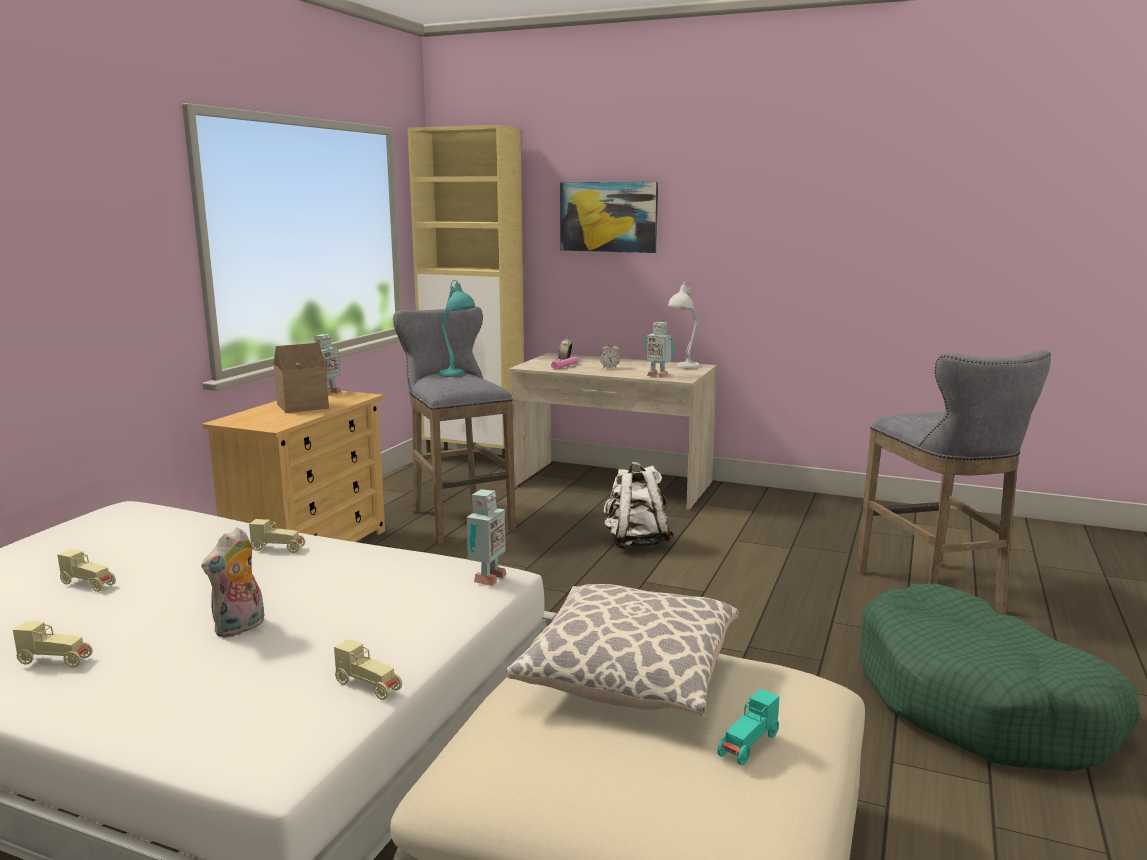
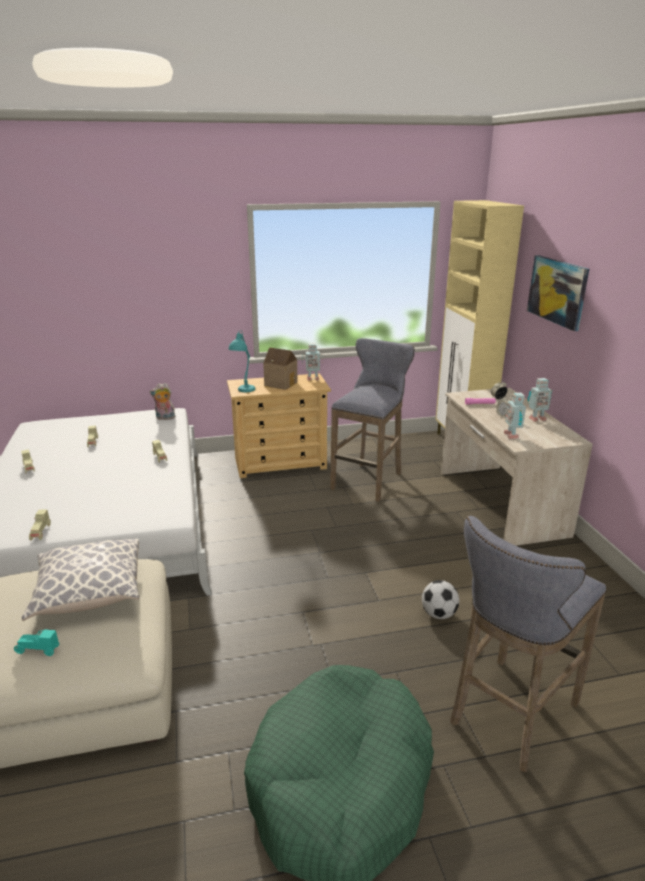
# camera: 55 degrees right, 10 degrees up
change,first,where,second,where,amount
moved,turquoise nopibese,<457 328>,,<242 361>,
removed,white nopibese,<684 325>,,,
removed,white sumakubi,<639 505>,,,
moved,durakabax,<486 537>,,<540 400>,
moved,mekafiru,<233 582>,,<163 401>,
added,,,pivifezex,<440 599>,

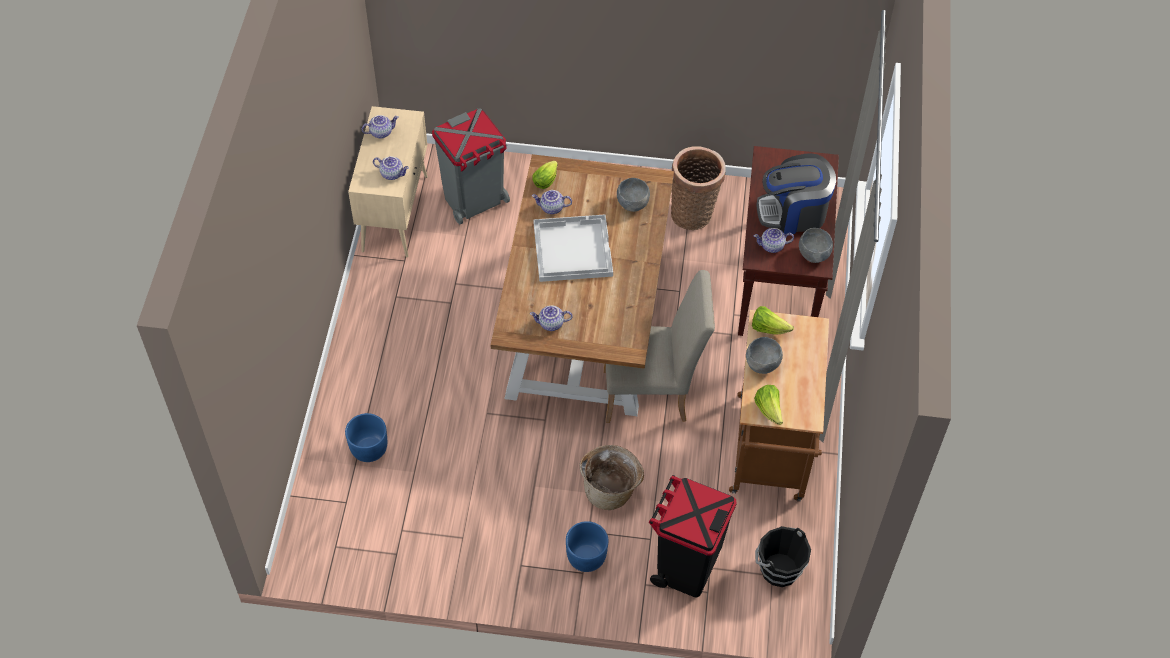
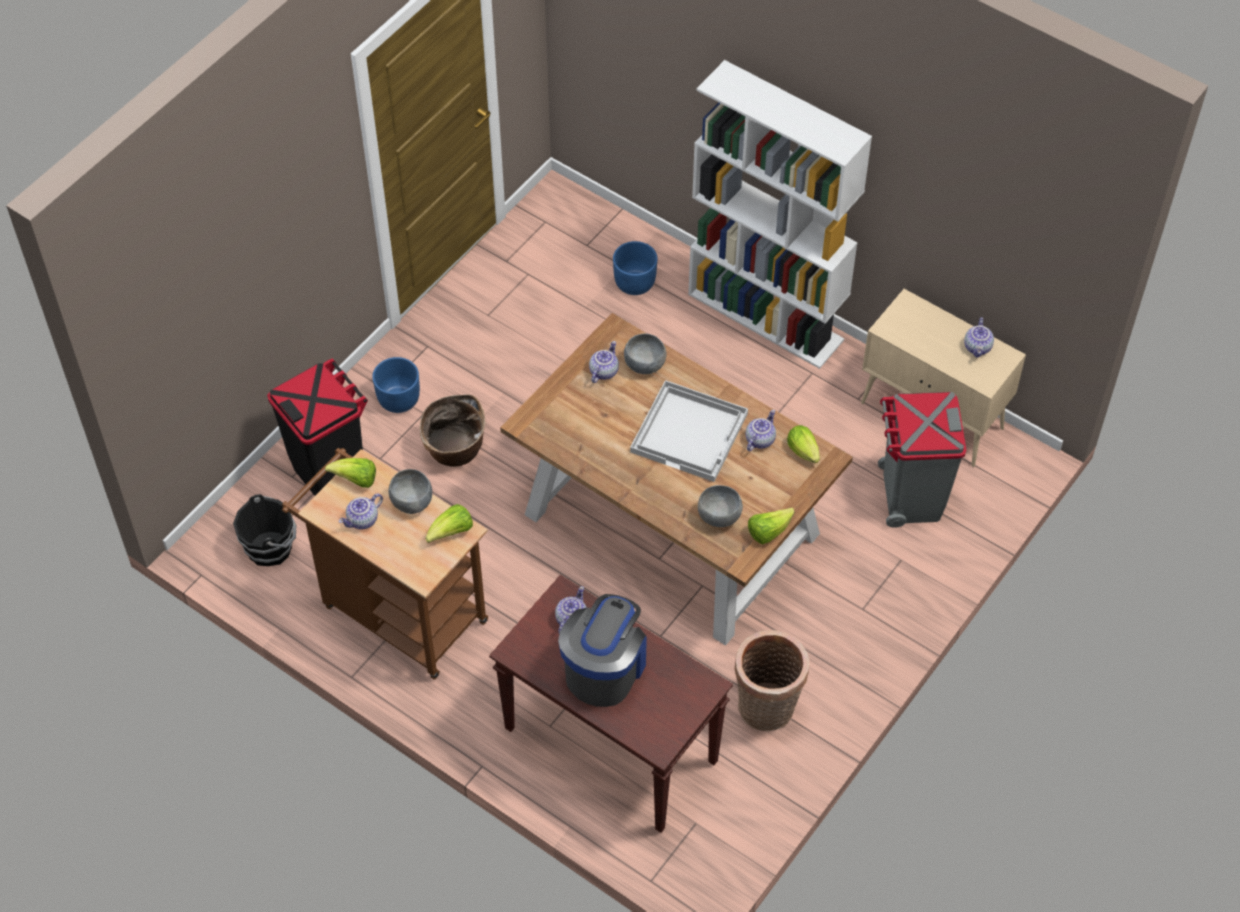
# camera: 120 degrees right, 0 degrees up
change,first,where,second,where,amount
moved,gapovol,<391 168>,,<361 511>,
moved,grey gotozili,<816 245>,,<645 353>,
removed,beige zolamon,<659 346>,,,
added,,,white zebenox,<780 214>,
added,,,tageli,<771 526>,

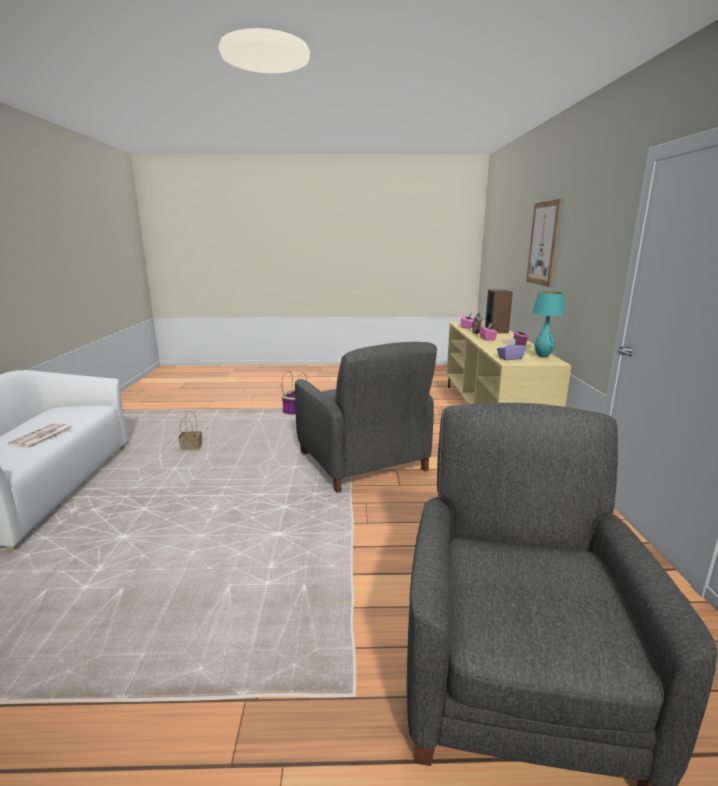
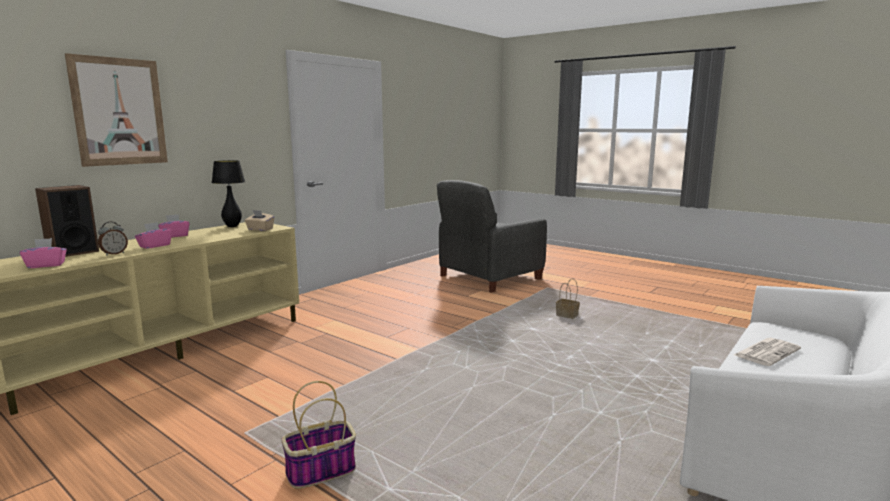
# camera: 140 degrees left, 5 degrees down
change,first,where,second,where,amount
recoloured,turquoise nopibese,<548 324>,black nopibese,<228 193>,
recoloured,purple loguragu,<511 349>,beige loguragu,<259 220>,
removed,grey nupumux,<366 417>,,,
moved,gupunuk,<190 430>,,<568 298>,

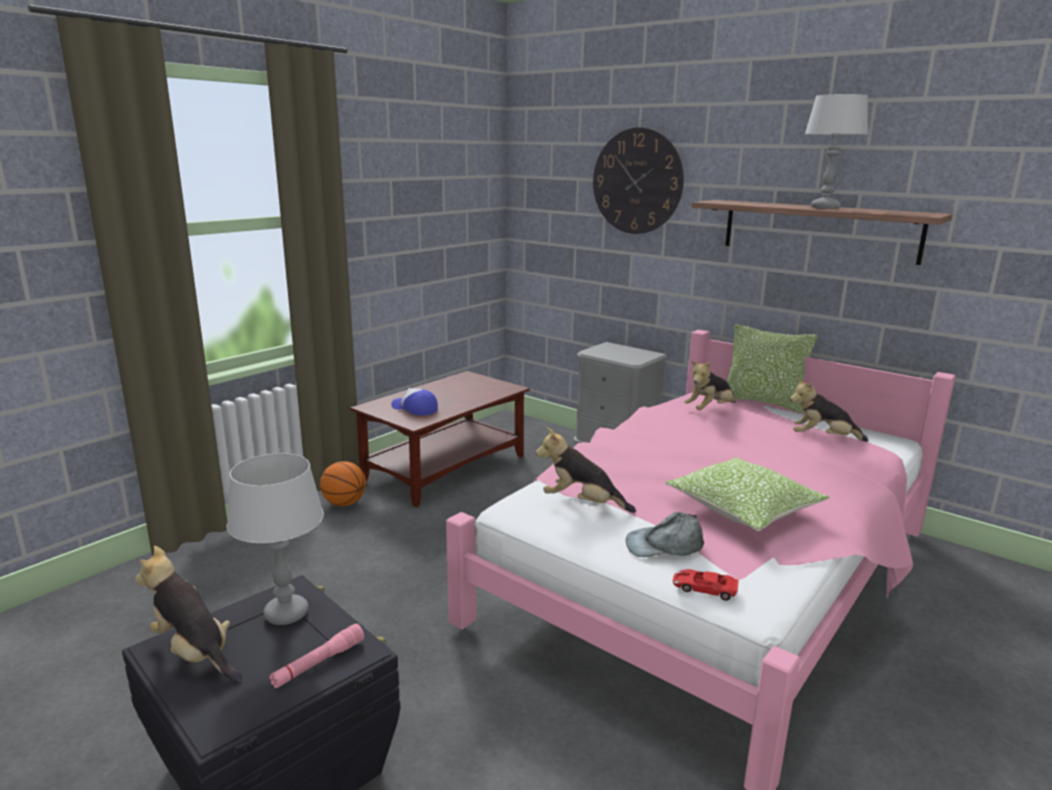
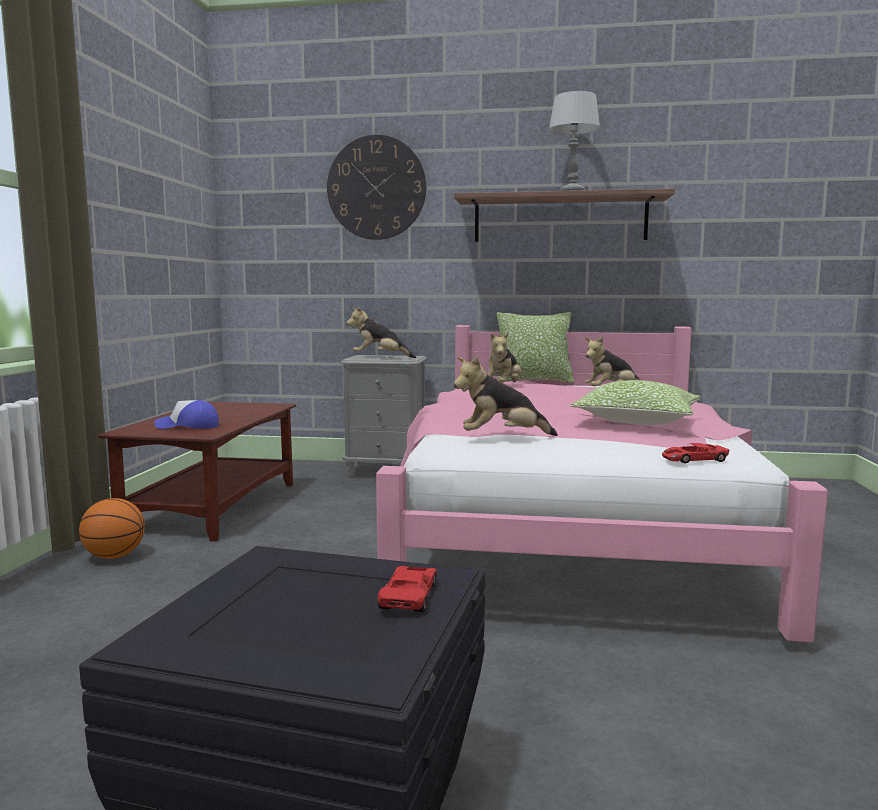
# camera: 30 degrees left, 10 degrees down
change,first,where,second,where,amount
removed,grey nopibese,<275 539>,,,
removed,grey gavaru,<665 534>,,,
moved,mekafiru,<188 614>,,<381 332>,
replaced,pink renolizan,<316 656>,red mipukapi,<407 589>,

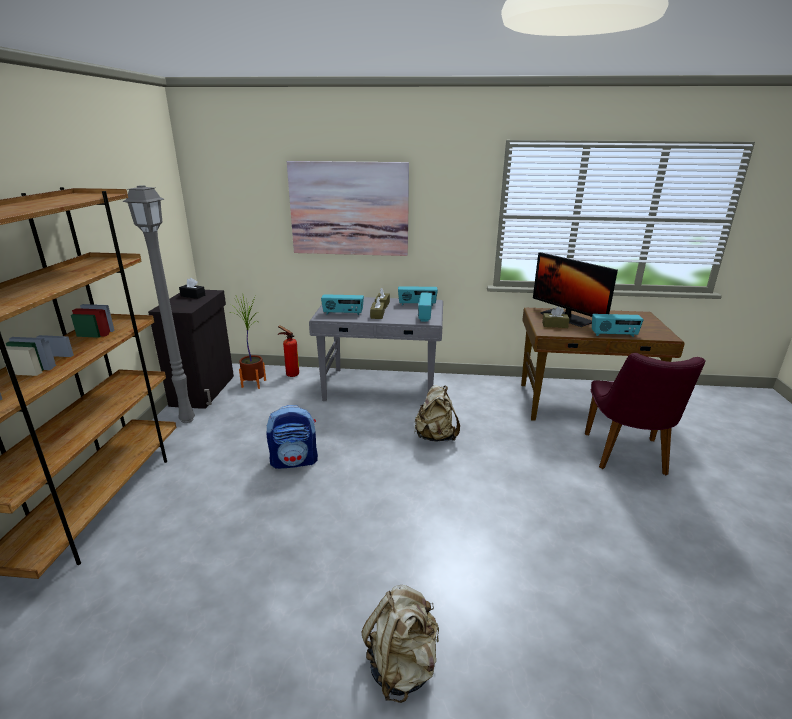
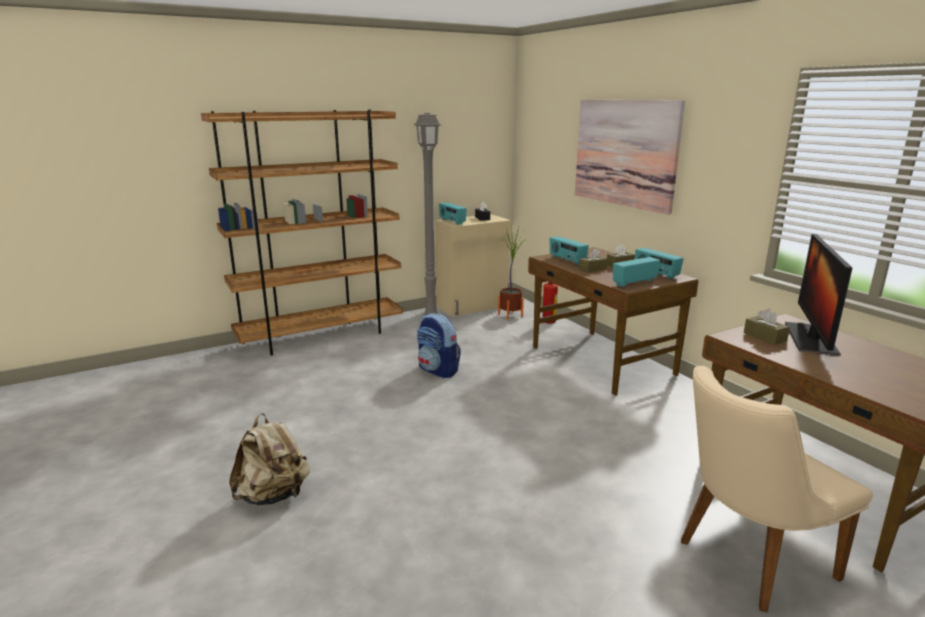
# camera: 55 degrees right, 5 degrees down
change,first,where,second,where,amount
recoloured,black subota,<191 349>,beige subota,<473 265>,
recoloured,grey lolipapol,<376 349>,brown lolipapol,<613 321>,
moved,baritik,<617 325>,,<453 214>,
recoloured,purple zolamon,<645 414>,beige zolamon,<777 489>,
removed,beige sumakubi,<437 413>,,,

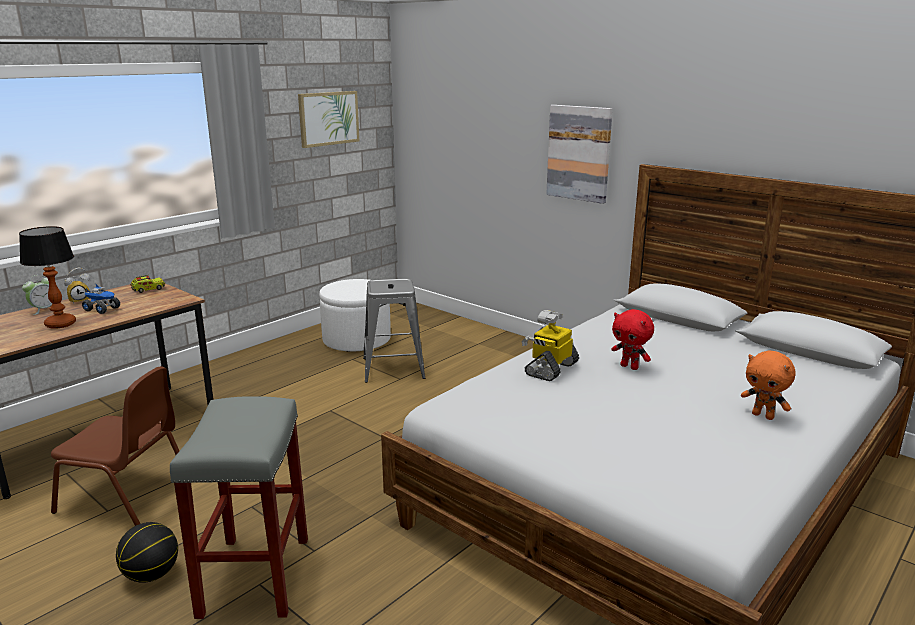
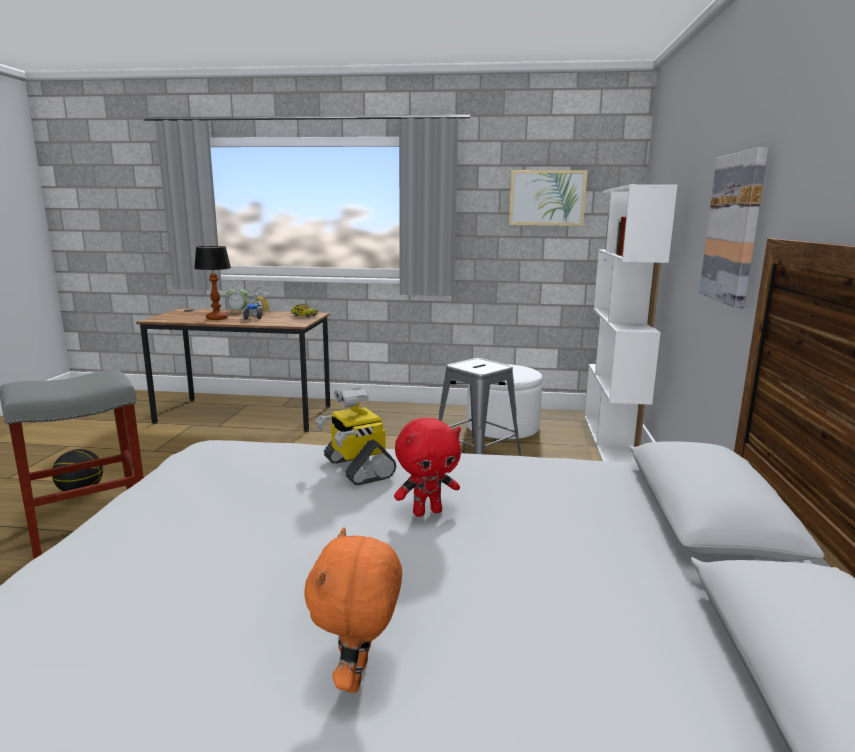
# camera: 55 degrees right, 5 degrees down
change,first,where,second,where,amount
turned,red mekafiru,<632 339>,,<427 467>,120 degrees counterclockwise
turned,durakabax,<550 345>,,<356 436>,120 degrees counterclockwise
removed,brown zolamon,<115 446>,,,
added,,,white zebenox,<631 323>,

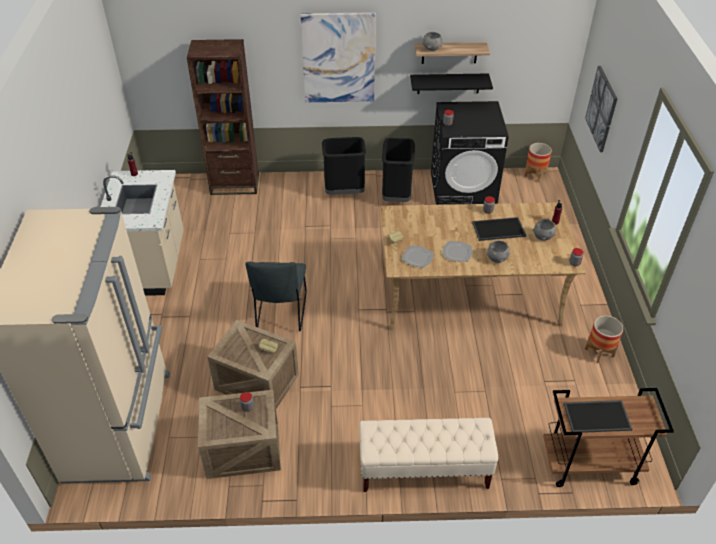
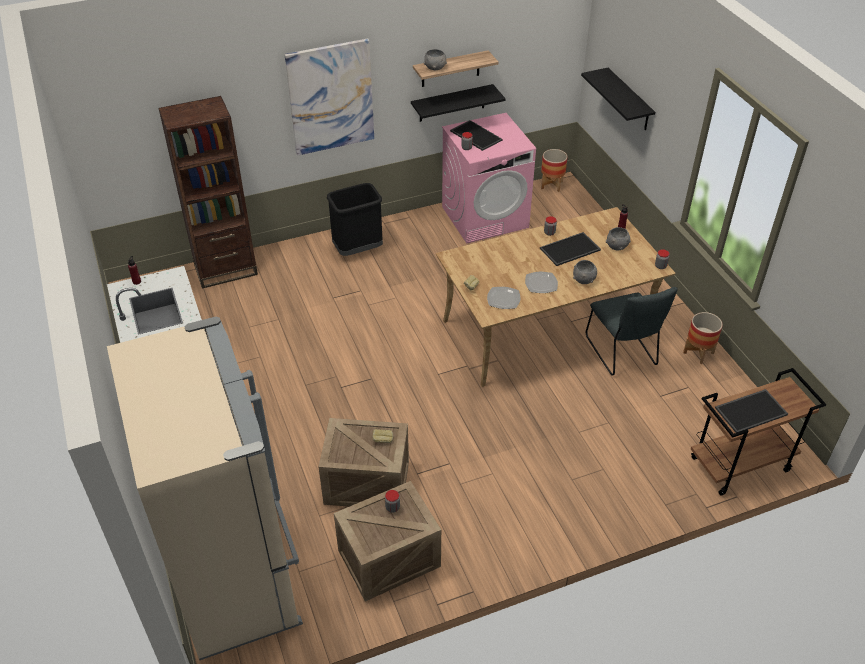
# camera: 20 degrees left, 0 degrees up
change,first,where,second,where,amount
replaced,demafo,<601 109>,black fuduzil,<618 99>,
recoloured,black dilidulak,<470 153>,pink dilidulak,<489 178>,
removed,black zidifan,<398 170>,,,
moved,grey zolamon,<275 296>,,<631 331>,
removed,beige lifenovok,<428 455>,,,
added,,,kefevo,<476 135>,

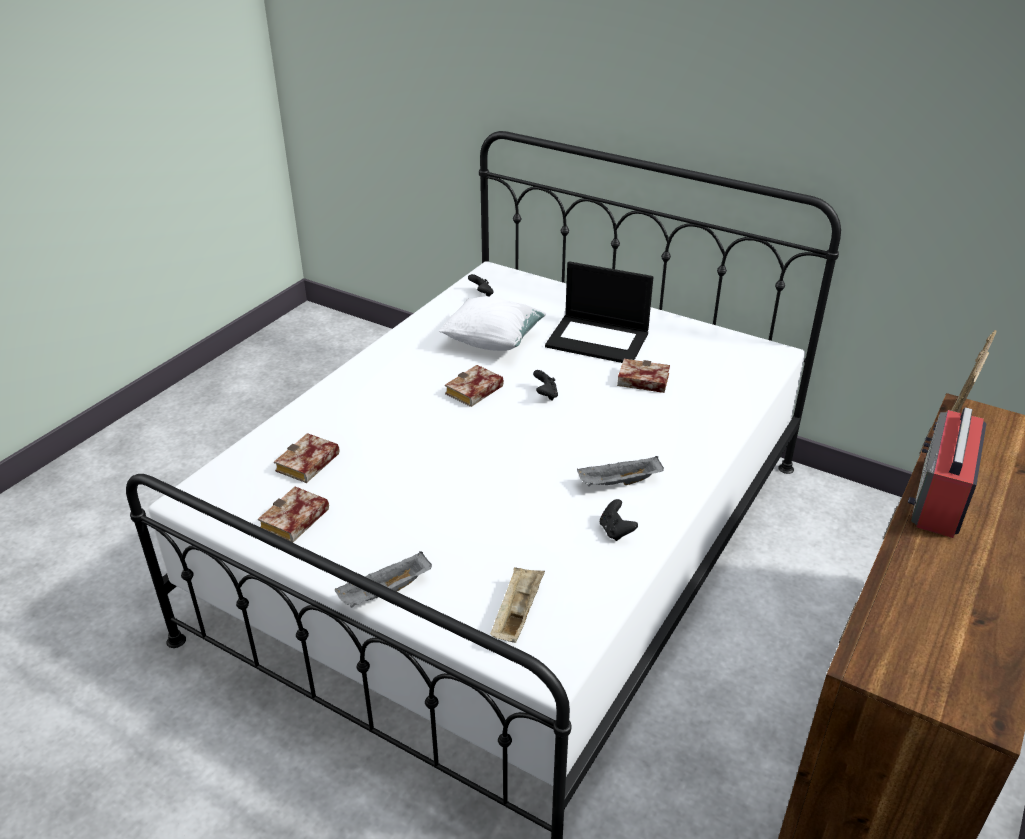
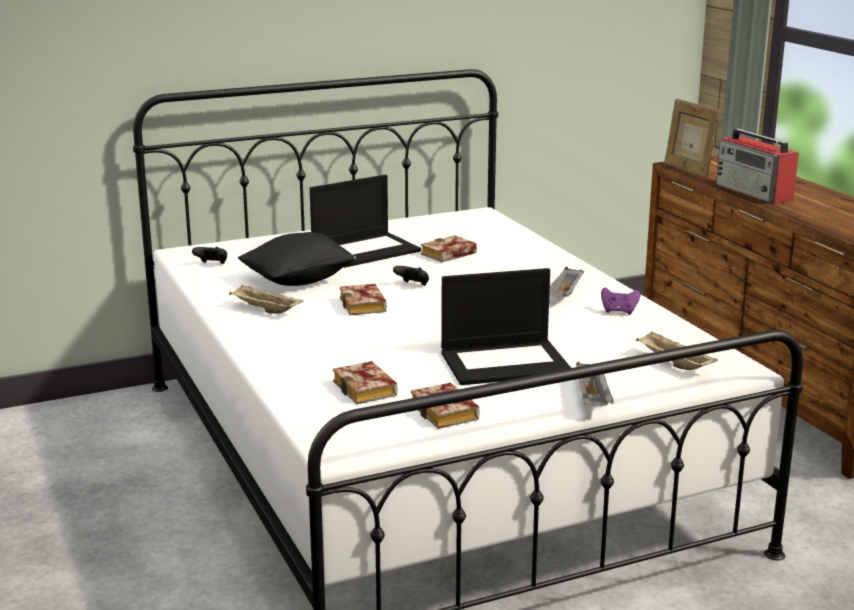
# camera: 55 degrees left, 15 degrees down
change,first,where,second,where,amount
recoloured,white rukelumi,<492 323>,black rukelumi,<297 259>,
recoloured,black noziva,<619 520>,purple noziva,<620 301>,
added,,,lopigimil,<506 326>,
added,,,beige kefevo,<266 299>,

